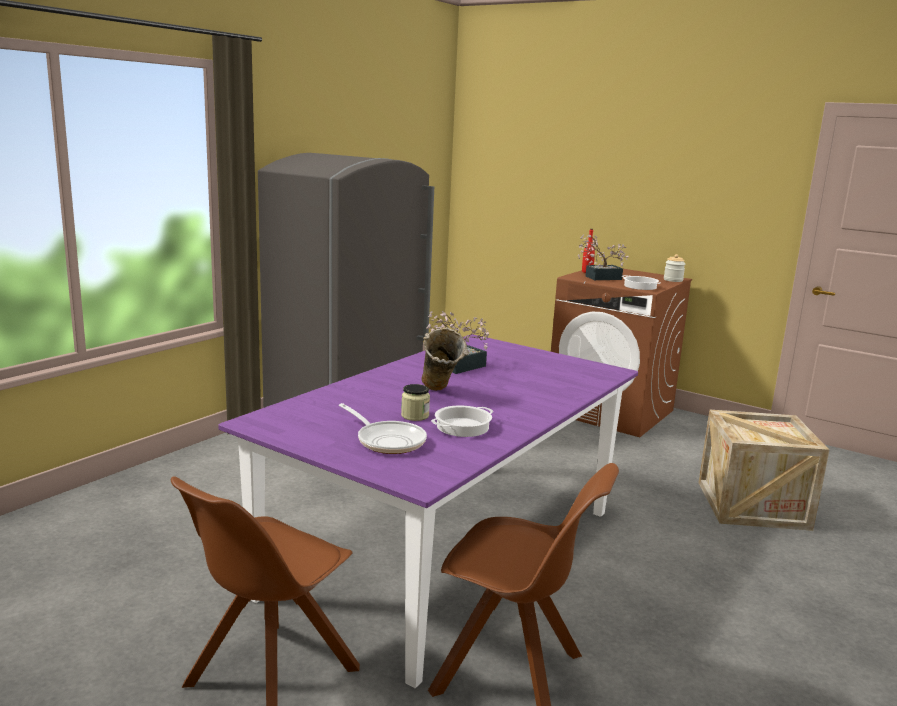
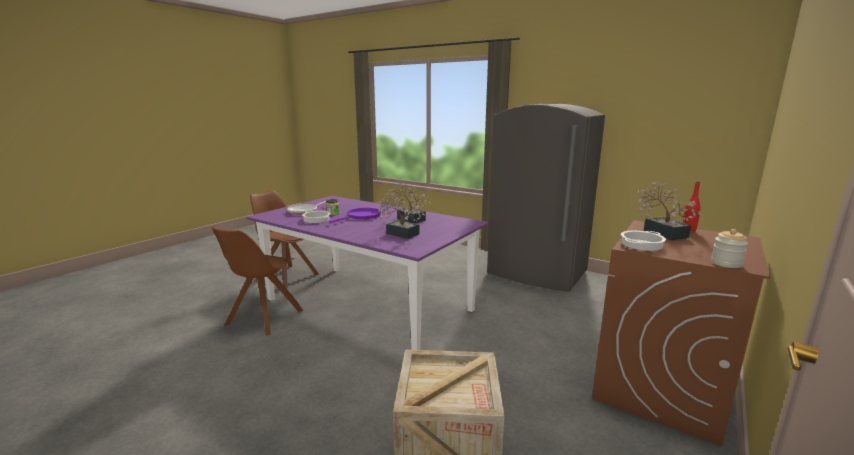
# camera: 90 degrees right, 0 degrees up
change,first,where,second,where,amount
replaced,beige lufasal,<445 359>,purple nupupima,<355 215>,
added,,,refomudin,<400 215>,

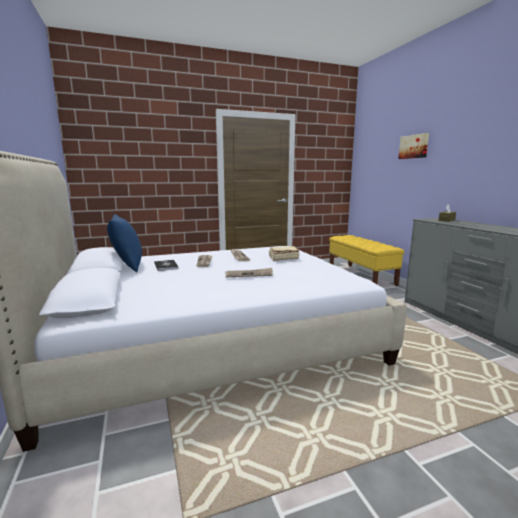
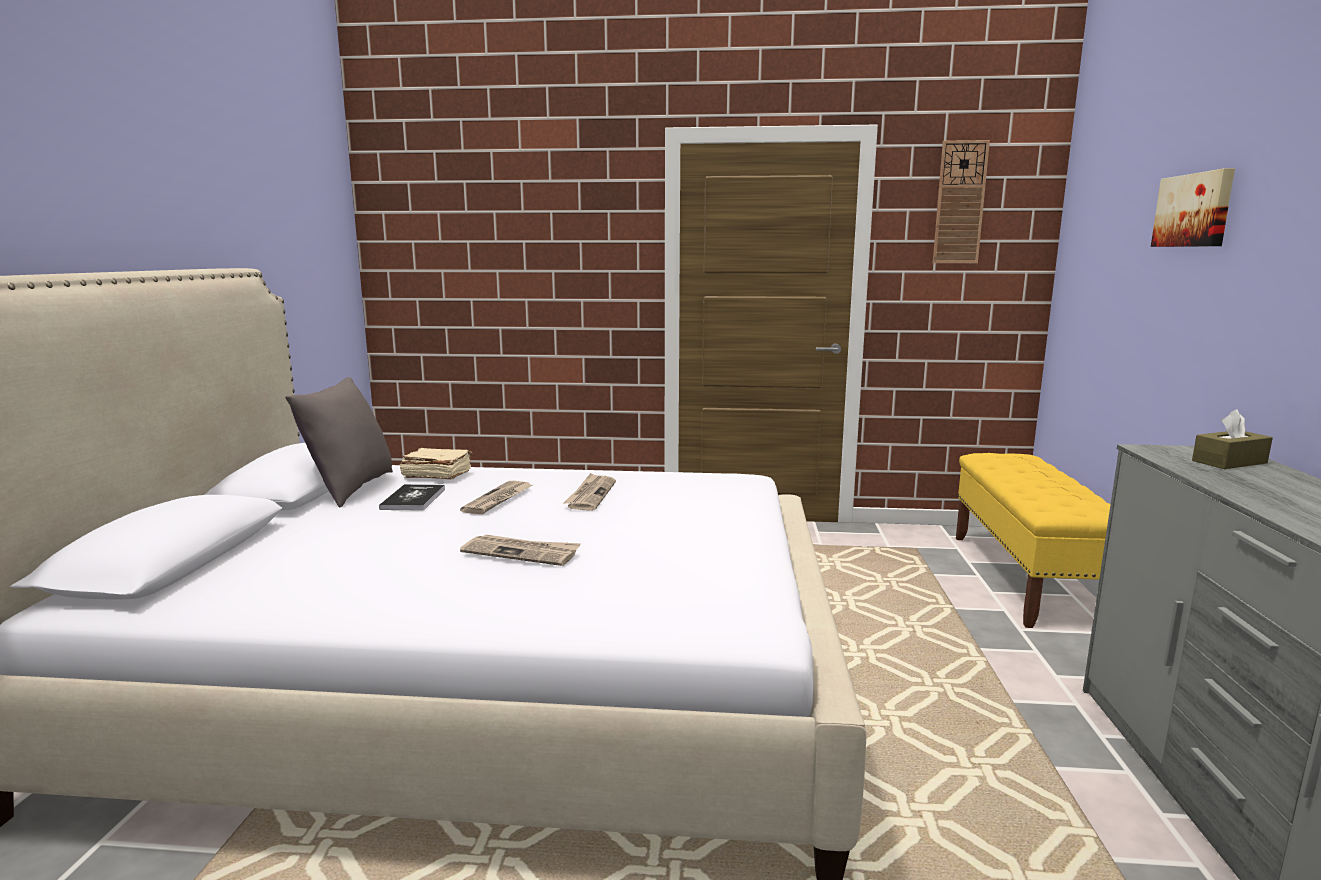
# camera: 25 degrees right, 0 degrees up
change,first,where,second,where,amount
recoloured,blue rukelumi,<124 243>,grey rukelumi,<339 442>,
moved,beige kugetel,<284 253>,,<436 464>,
added,,,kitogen,<961 201>,

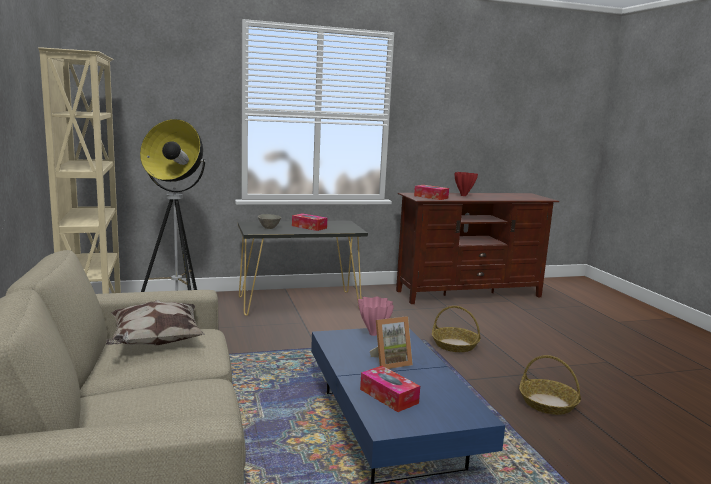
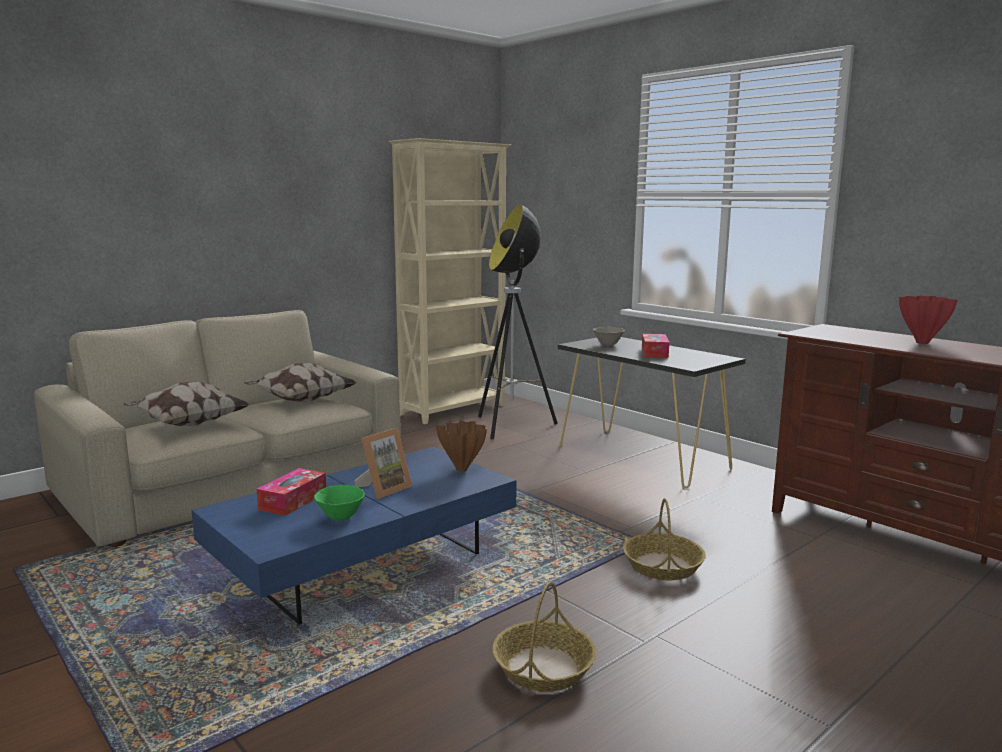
# camera: 65 degrees right, 0 degrees up
change,first,where,second,where,amount
removed,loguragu,<431 192>,,,
recoloured,pink lufasal,<376 316>,brown lufasal,<461 446>,
turned,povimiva,<391 342>,,<383 463>,90 degrees counterclockwise
added,,,rukelumi,<186 404>,
added,,,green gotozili,<339 503>,

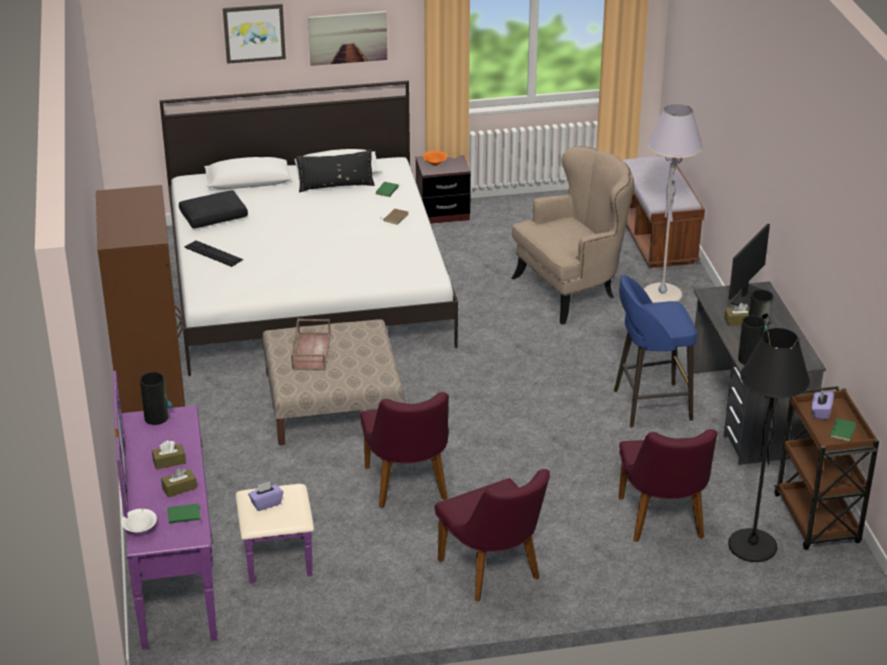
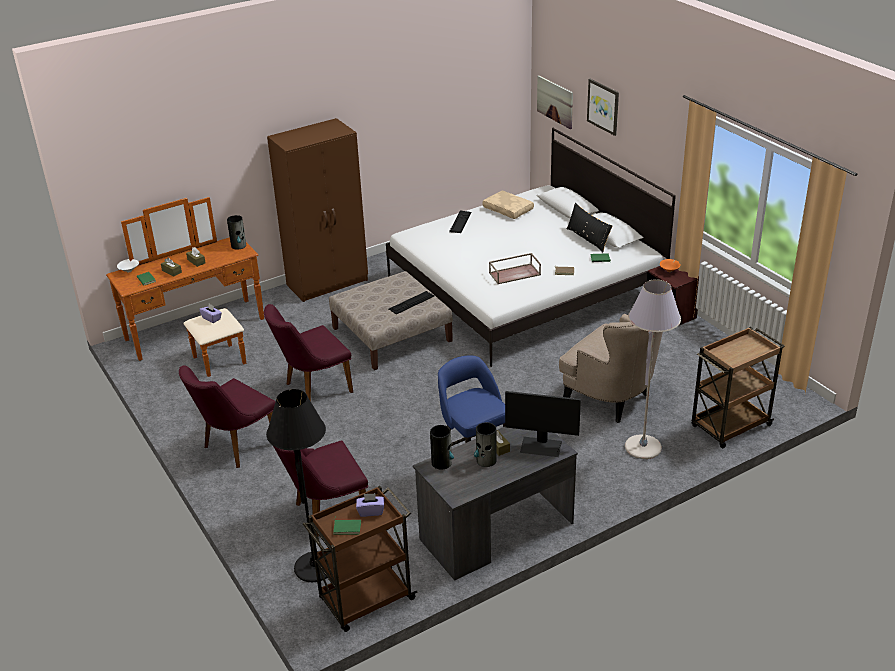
# camera: 70 degrees right, 0 degrees up
change,first,where,second,where,amount
moved,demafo,<347 38>,,<555 102>,
replaced,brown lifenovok,<663 212>,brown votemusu,<738 388>,
recoloured,black rukelumi,<213 209>,beige rukelumi,<508 205>,
moved,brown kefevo,<311 345>,,<515 268>,
recoloured,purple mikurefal,<213 510>,brown mikurefal,<185 287>,
added,,,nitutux,<411 302>,

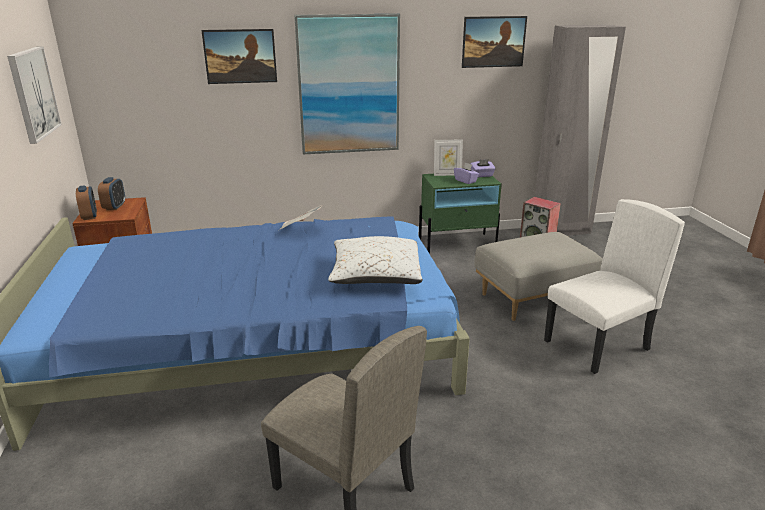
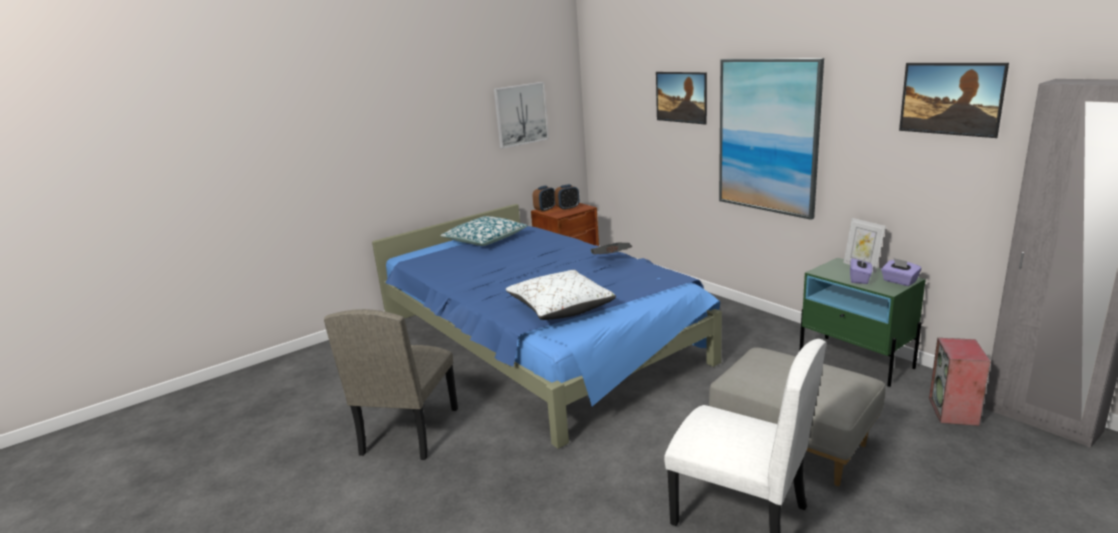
# camera: 65 degrees right, 5 degrees down
change,first,where,second,where,amount
added,,,rukelumi,<484 231>,

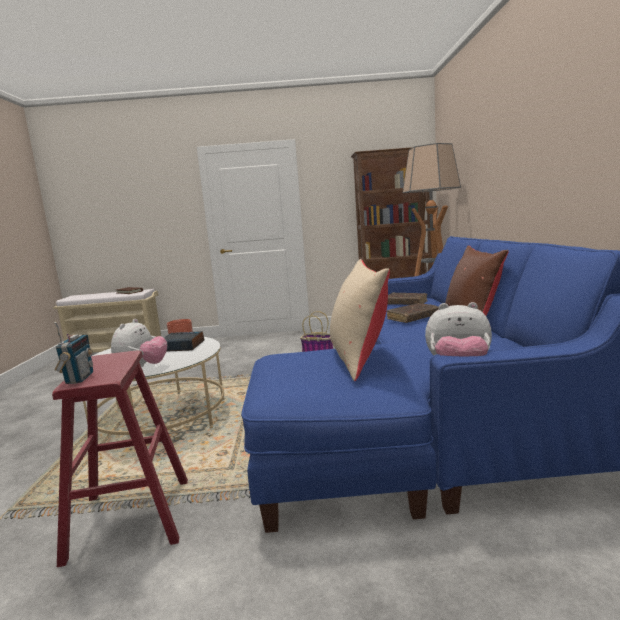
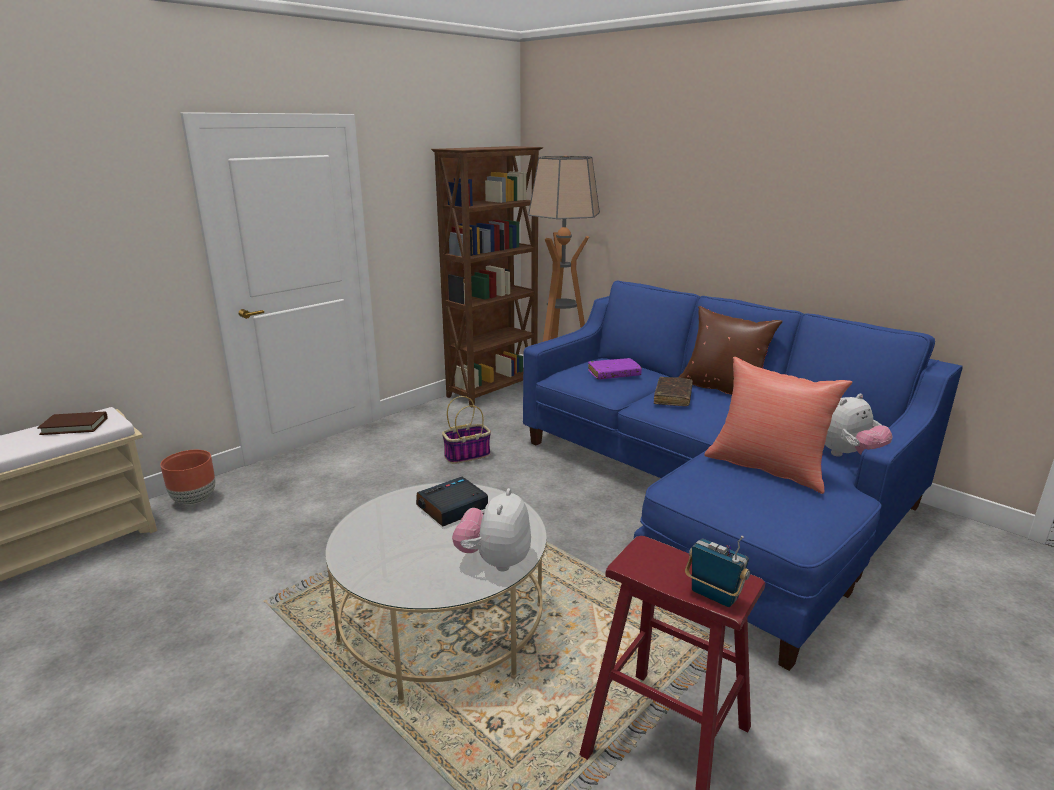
# camera: 45 degrees left, 10 degrees up
change,first,where,second,where,amount
recoloured,beige rukelumi,<360 320>,red rukelumi,<778 425>,
recoloured,brown kugetel,<407 299>,purple kugetel,<615 368>,
turned,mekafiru,<139 343>,,<491 529>,135 degrees counterclockwise

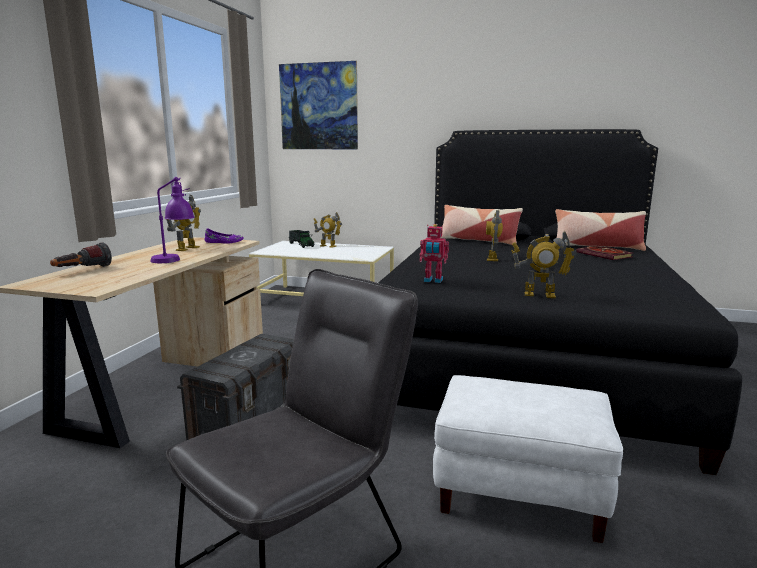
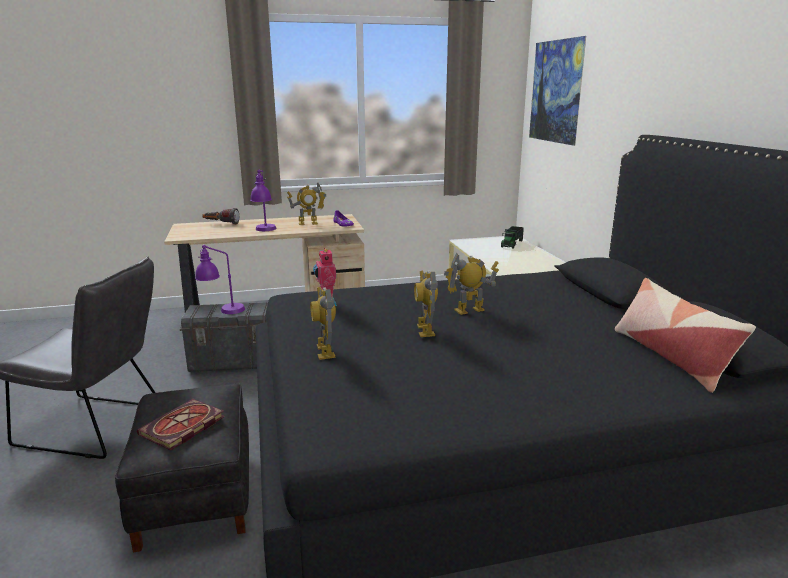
# camera: 60 degrees right, 5 degrees up
change,first,where,second,where,amount
removed,rukelumi,<481 225>,,,
moved,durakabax,<328 230>,,<426 303>,
moved,kugetel,<604 253>,,<181 424>,
recoloured,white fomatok,<528 459>,black fomatok,<182 468>,
added,,,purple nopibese,<220 279>,

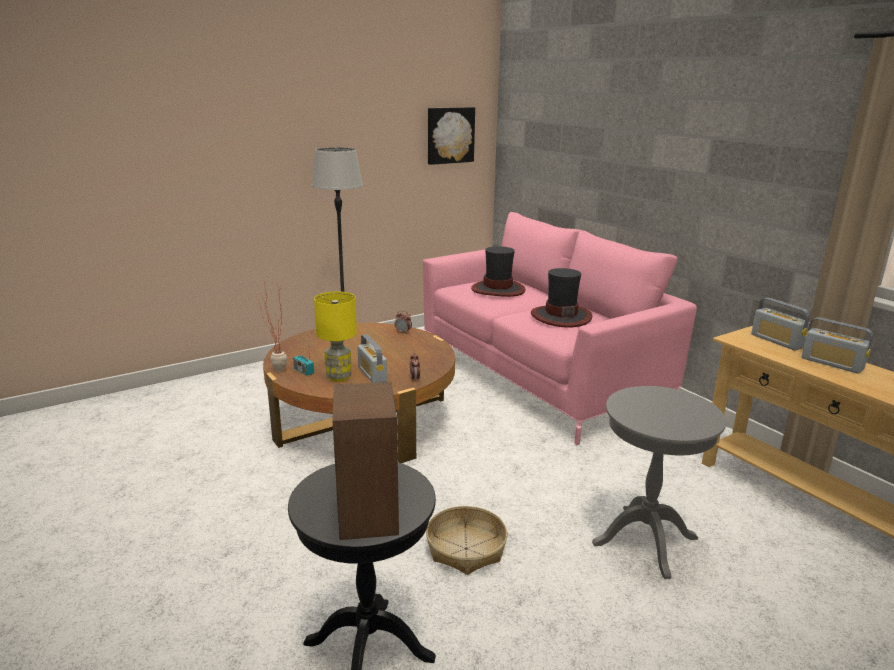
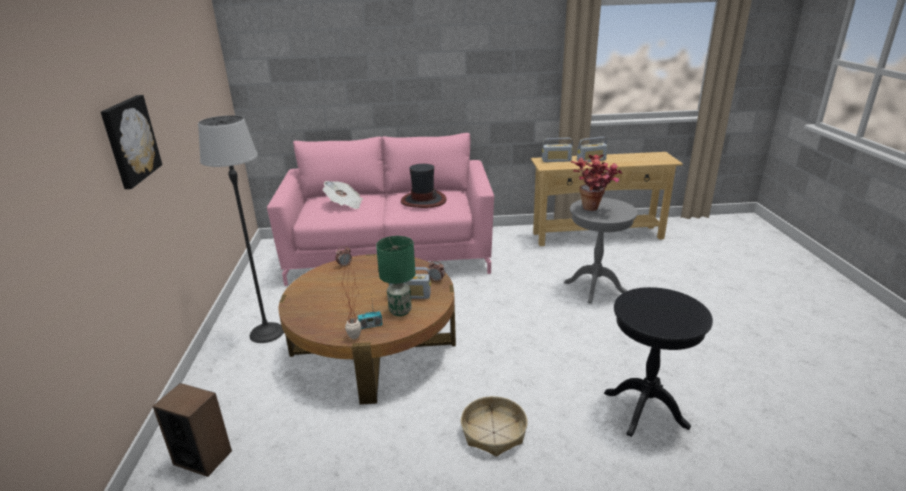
# camera: 60 degrees left, 5 degrees up
change,first,where,second,where,amount
moved,demafo,<451 136>,,<131 142>,
replaced,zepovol,<498 271>,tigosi,<343 195>,
recoloured,yellow nopibese,<335 336>,green nopibese,<396 276>,
moved,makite,<366 461>,,<192 430>,
moved,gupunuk,<466 540>,,<494 426>,
added,,,refomudin,<596 182>,

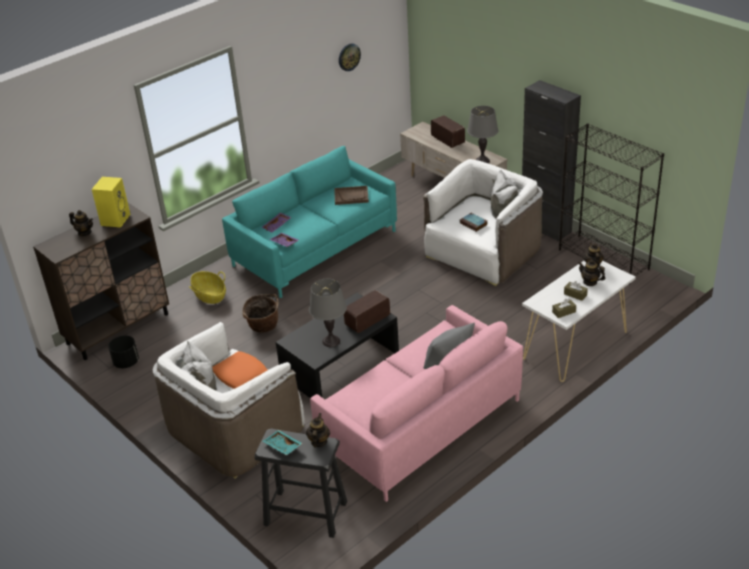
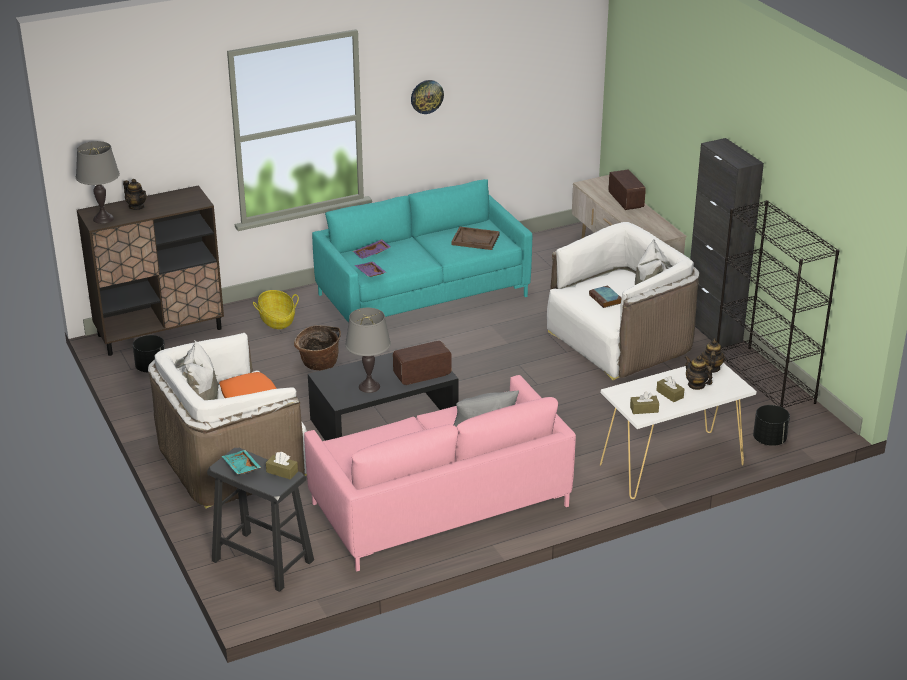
# camera: 15 degrees right, 5 degrees down
change,first,where,second,where,amount
moved,kitogen,<350 57>,,<427 97>,
moved,grey nopibese,<482 134>,,<98 182>,
removed,yellow makite,<111 202>,,,
replaced,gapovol,<318 430>,brown loguragu,<282 466>,
added,,,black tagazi,<771 425>,

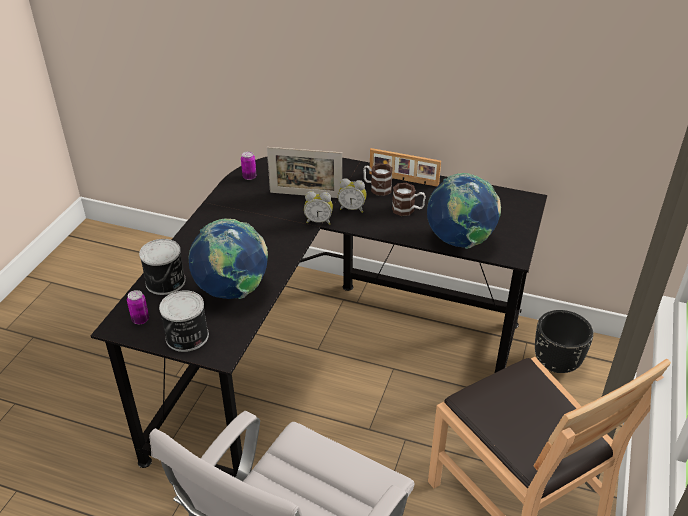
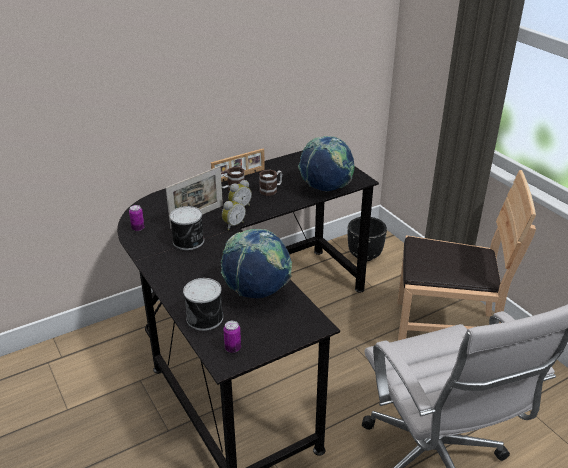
# camera: 50 degrees left, 5 degrees down
change,first,where,second,where,amount
moved,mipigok,<184 321>,,<187 228>,

